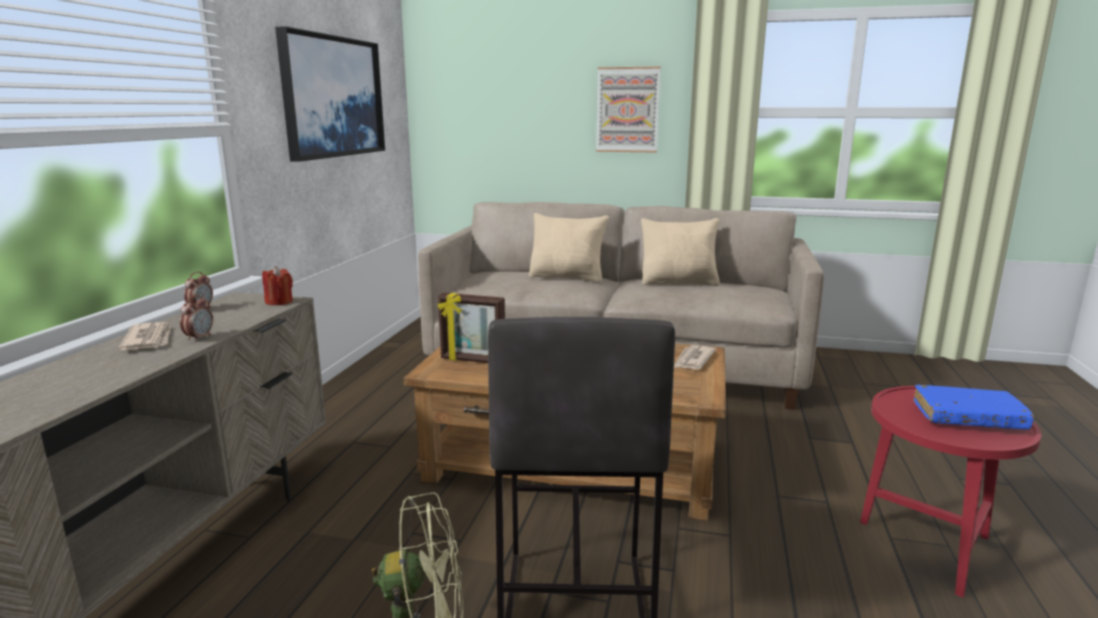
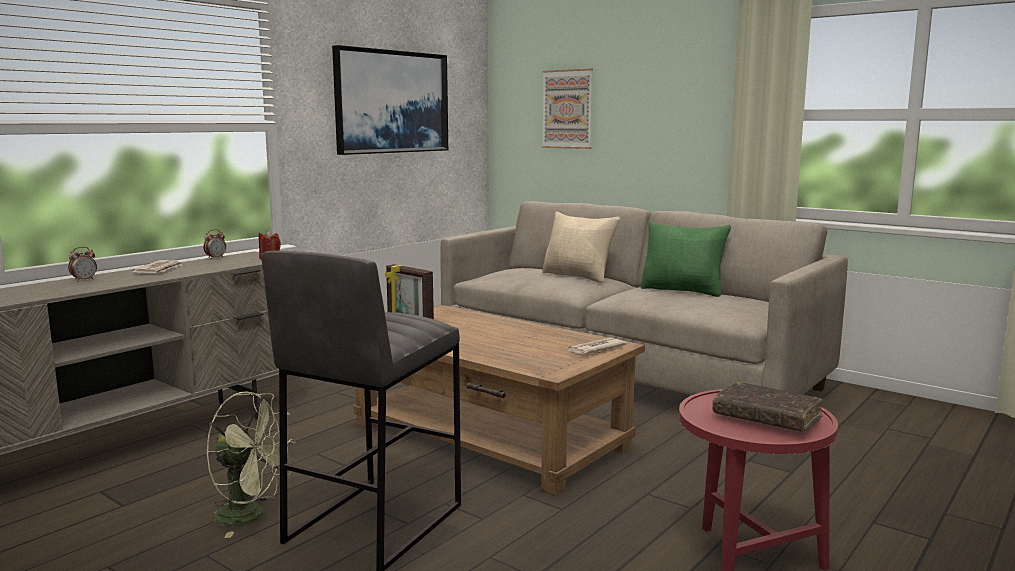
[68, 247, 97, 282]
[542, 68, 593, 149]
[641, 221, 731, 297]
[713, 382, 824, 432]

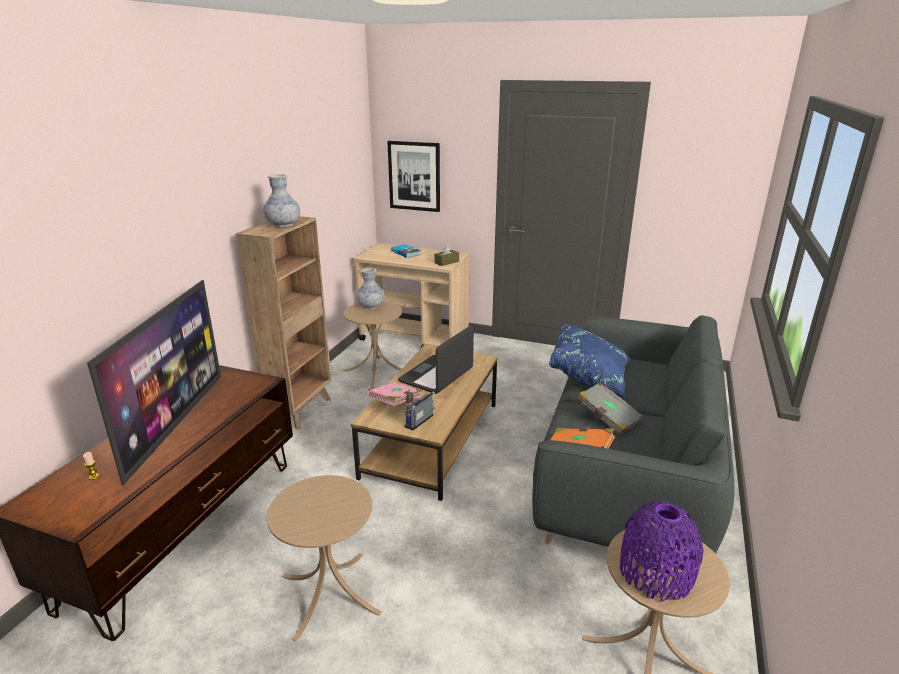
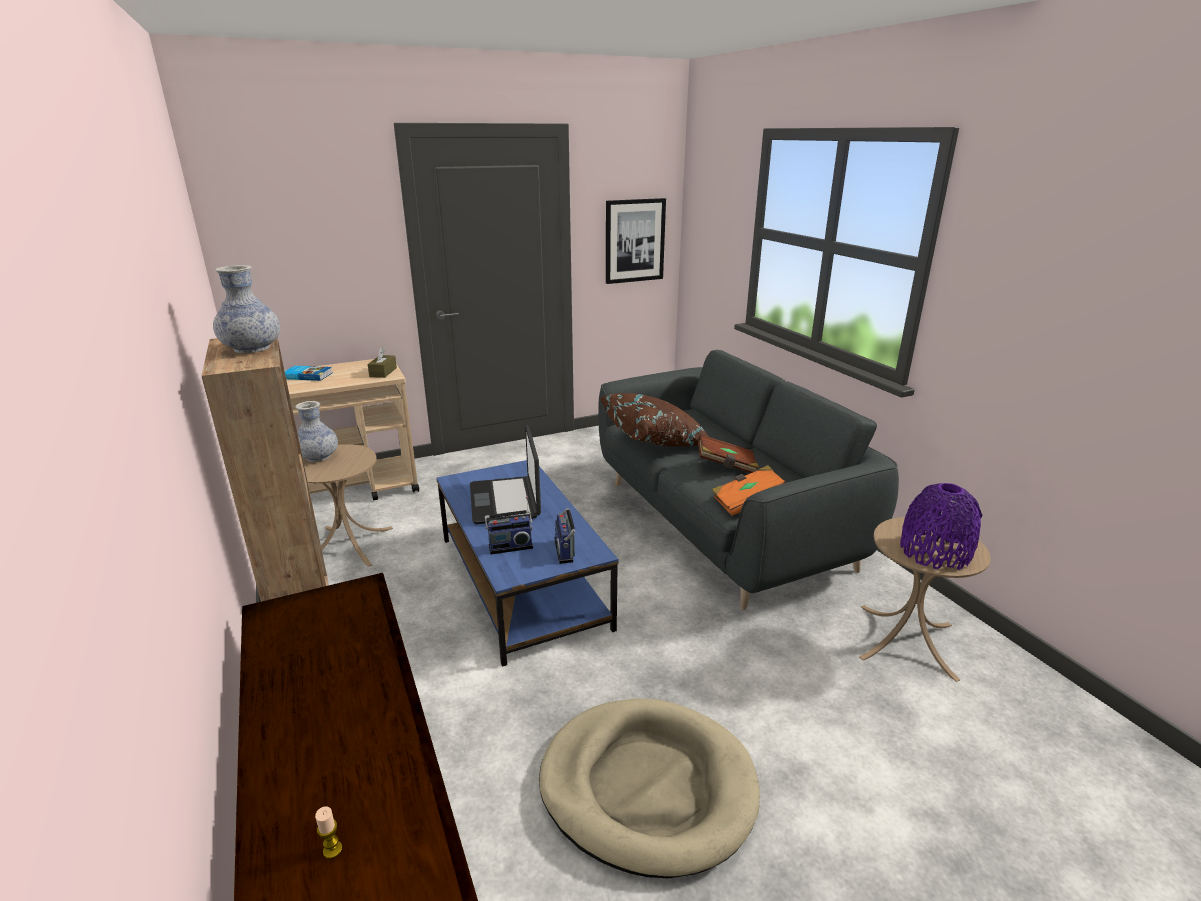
[87, 280, 221, 485] (first image)
[539, 699, 760, 878]
[436, 460, 619, 667]
[485, 496, 533, 555]
[606, 198, 666, 284]
[600, 393, 709, 447]
[698, 434, 759, 473]

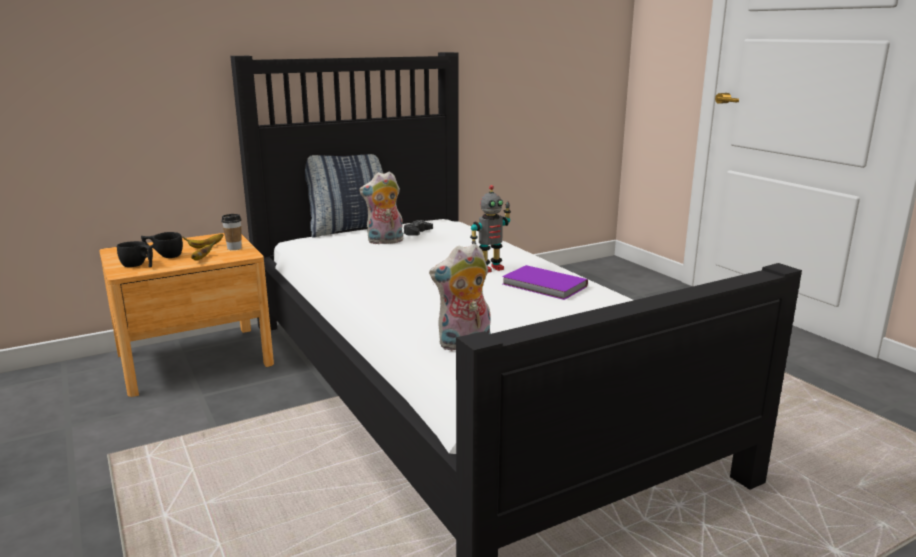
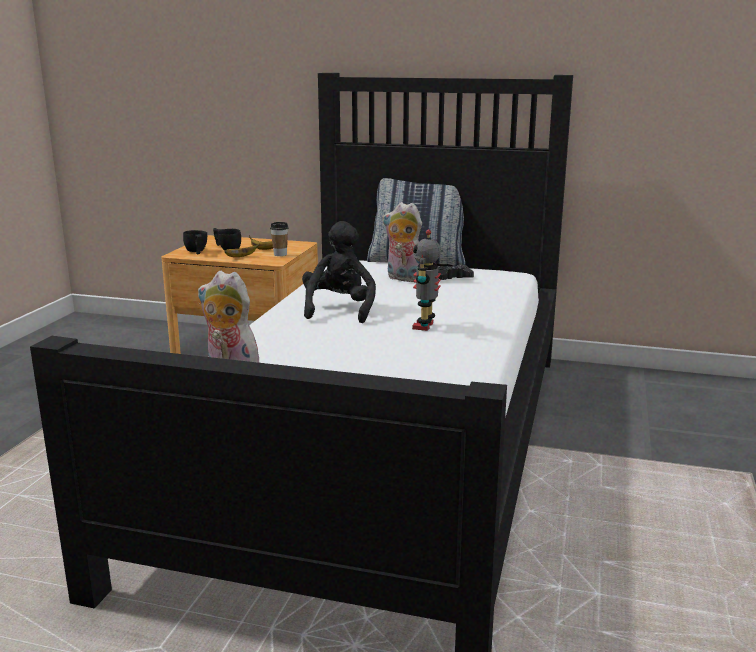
[412, 229, 441, 331]
[502, 265, 588, 300] (first image)
[302, 221, 376, 323]

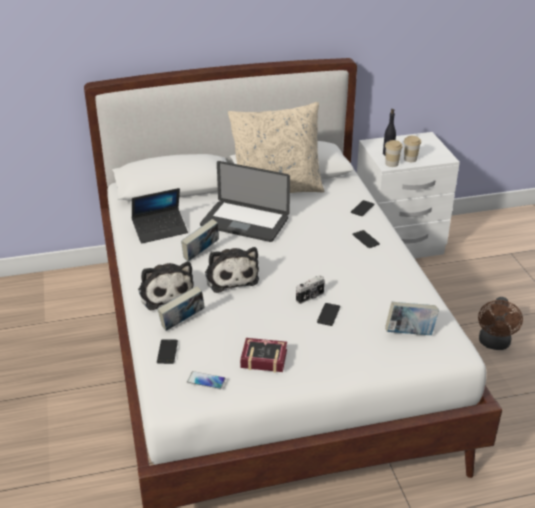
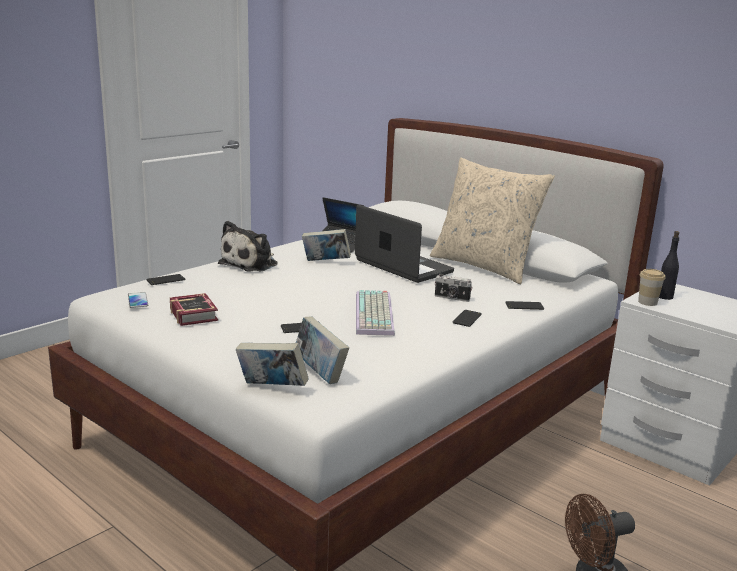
[236, 343, 309, 386]
[355, 205, 454, 283]
[205, 247, 259, 293] (first image)
[435, 274, 472, 302]
[404, 136, 421, 162] (first image)
[356, 290, 395, 336]

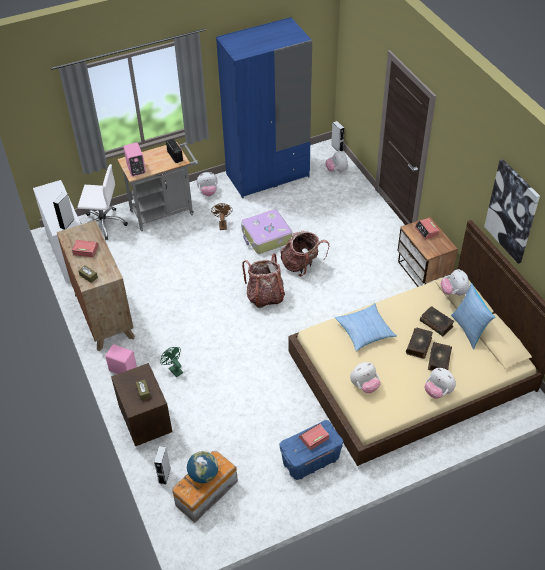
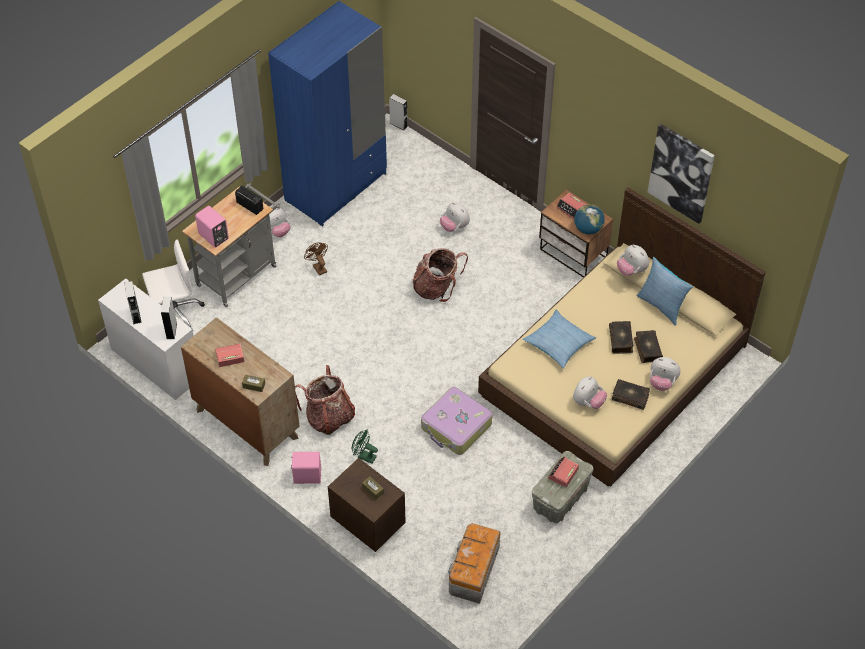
[124, 281, 142, 324]
[574, 204, 605, 235]
[421, 387, 492, 455]
[295, 365, 355, 435]
[532, 451, 594, 523]
[440, 202, 470, 232]
[612, 379, 650, 410]

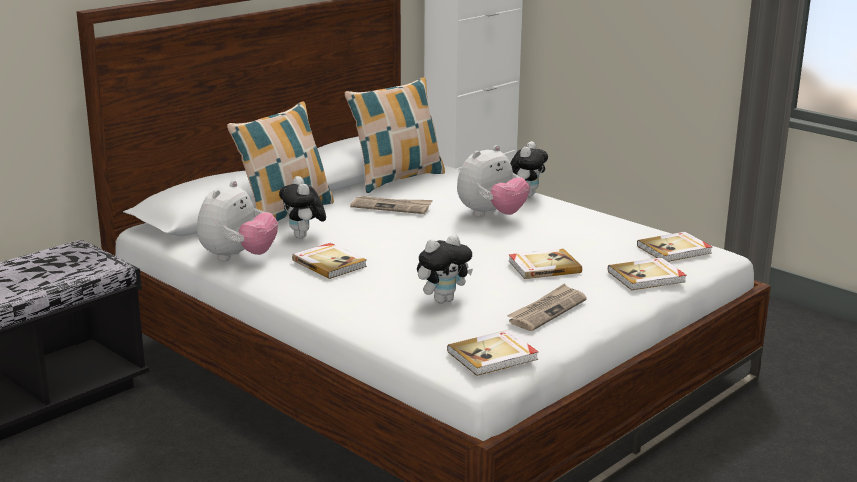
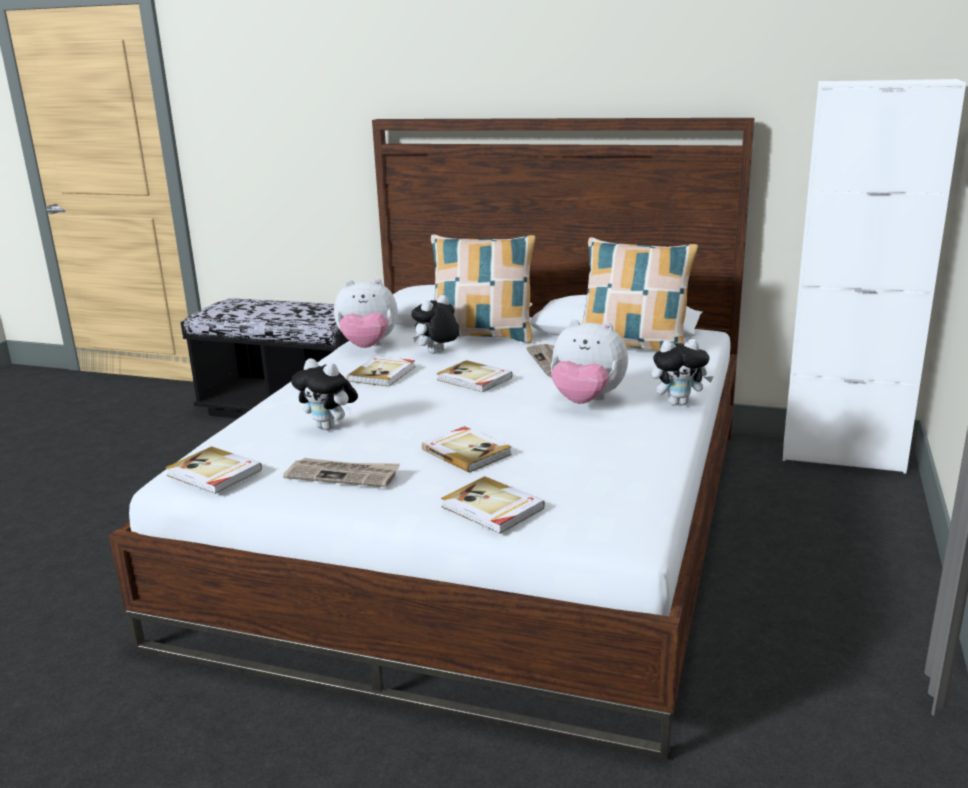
[436, 360, 513, 393]

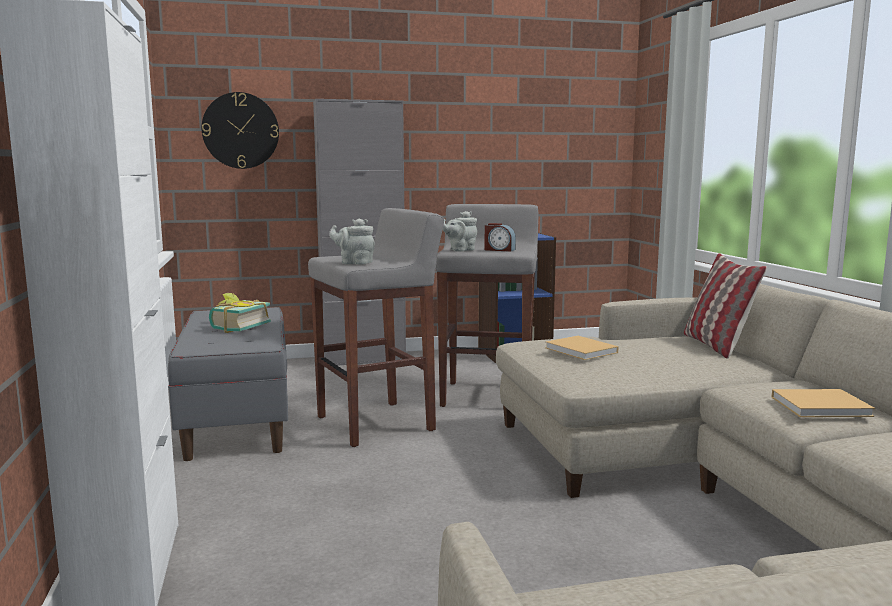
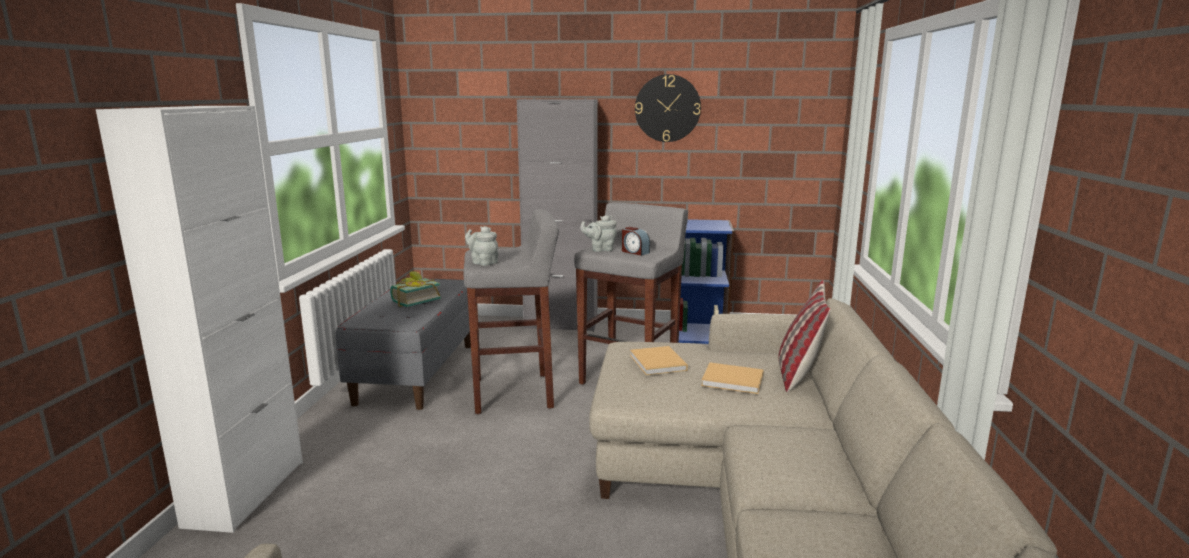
[635, 74, 701, 142]
[701, 363, 764, 394]

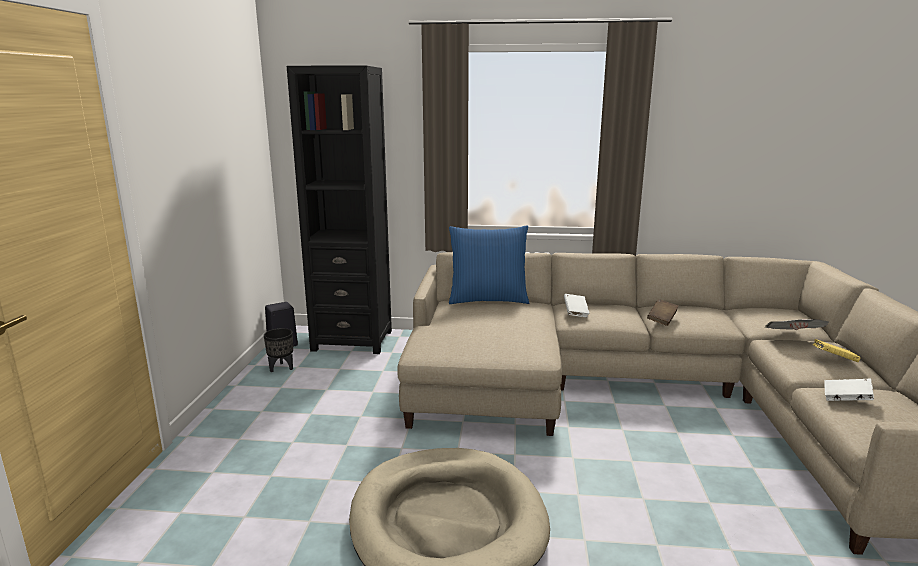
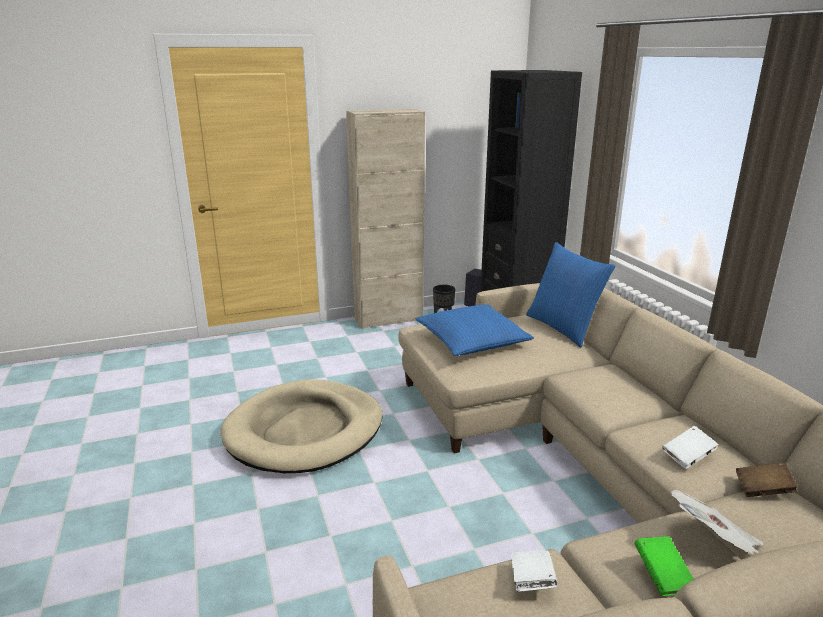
[662, 426, 718, 469]
[736, 462, 798, 497]
[634, 536, 694, 596]
[346, 109, 425, 329]
[415, 305, 534, 356]

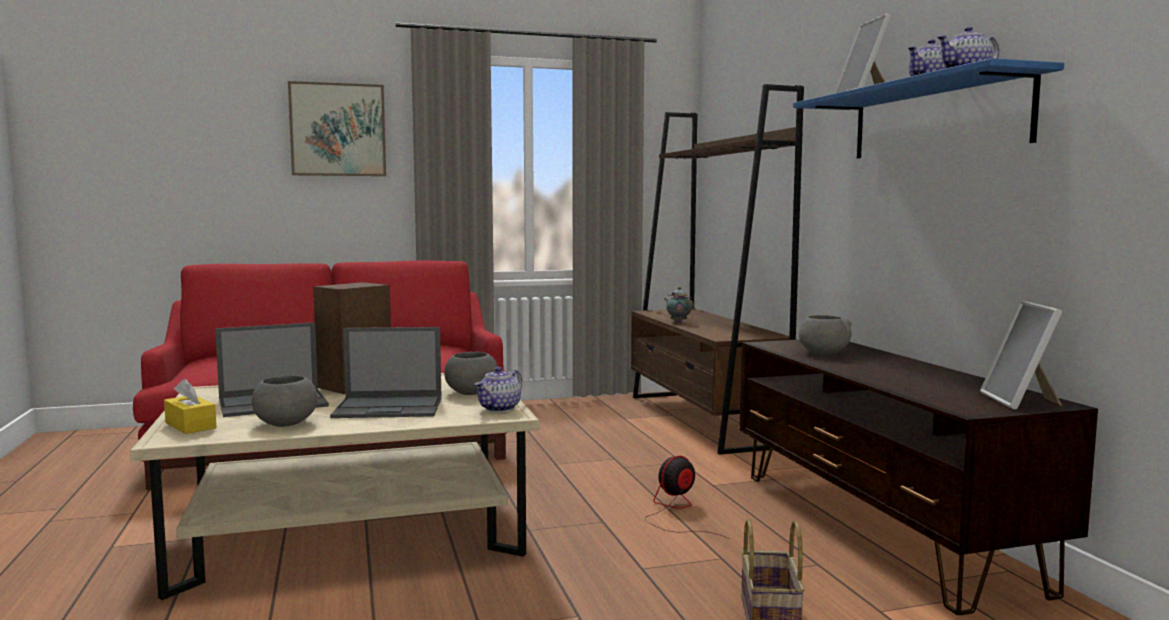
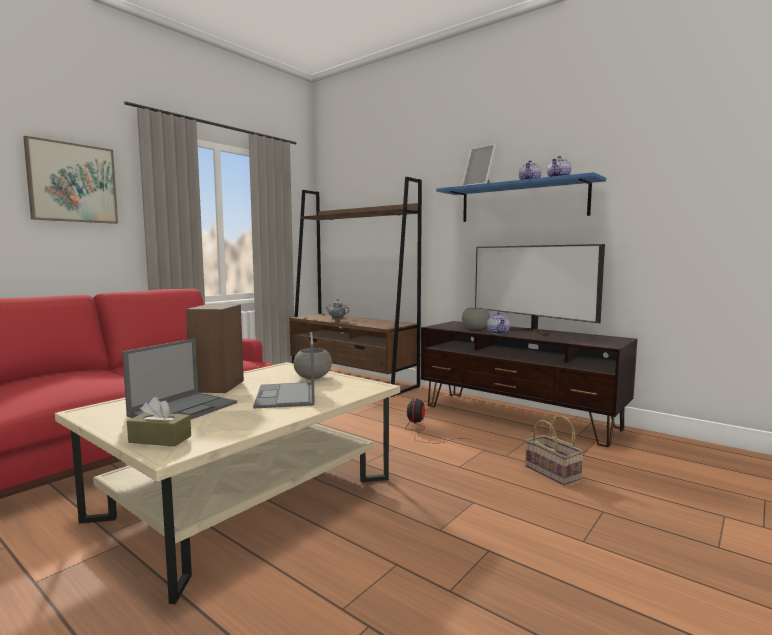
[127, 397, 191, 446]
[252, 375, 318, 427] (first image)
[253, 332, 315, 408]
[487, 312, 510, 334]
[980, 301, 1062, 410] (first image)
[475, 244, 605, 336]

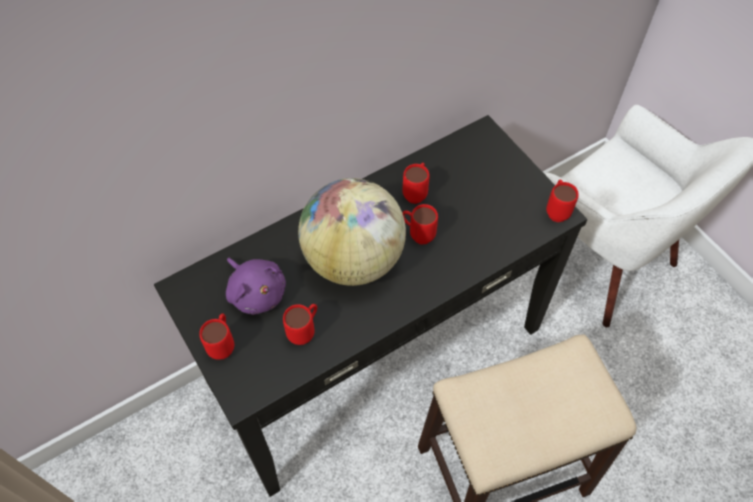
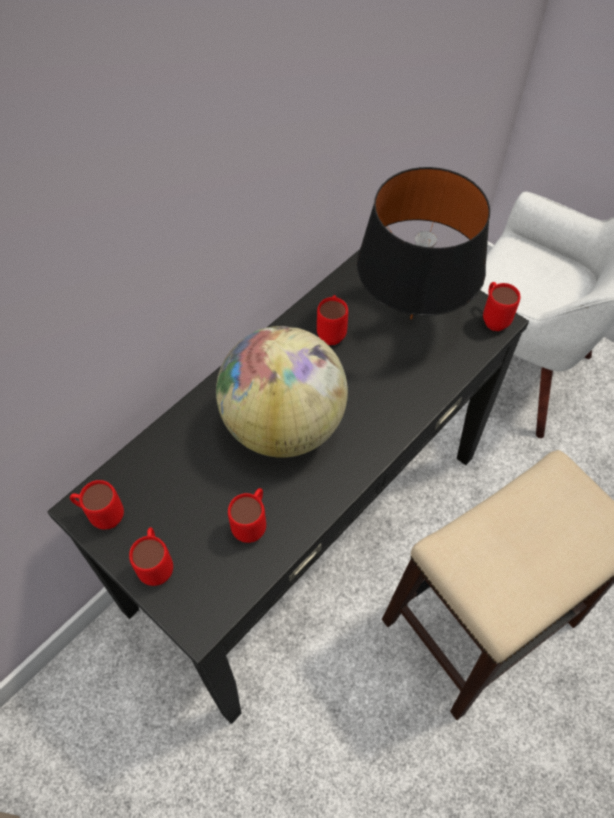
[226, 257, 286, 315] (first image)
[70, 480, 124, 530]
[357, 167, 490, 319]

